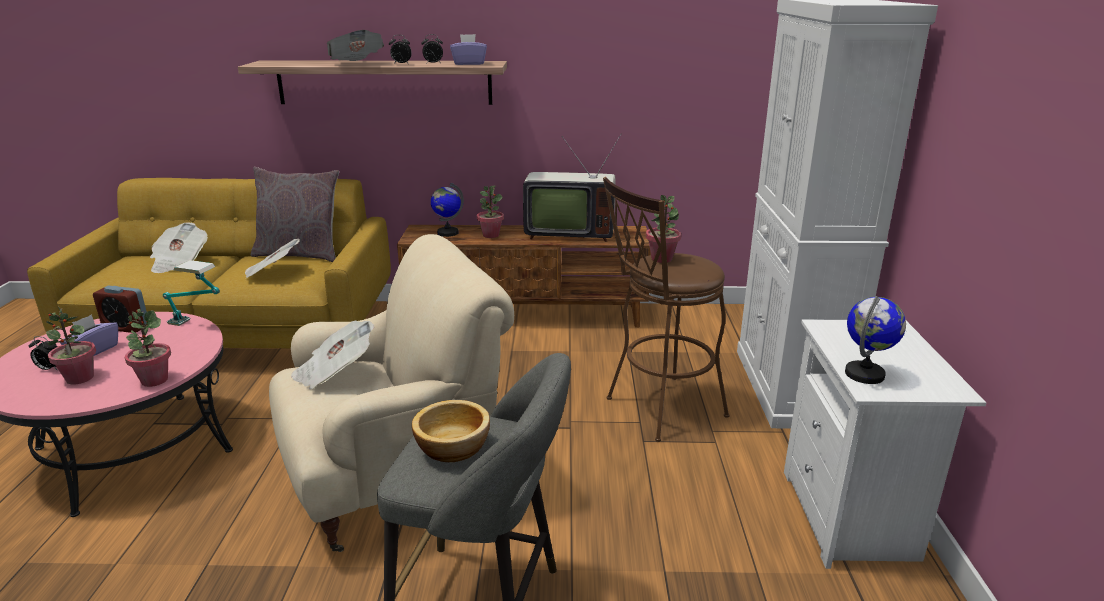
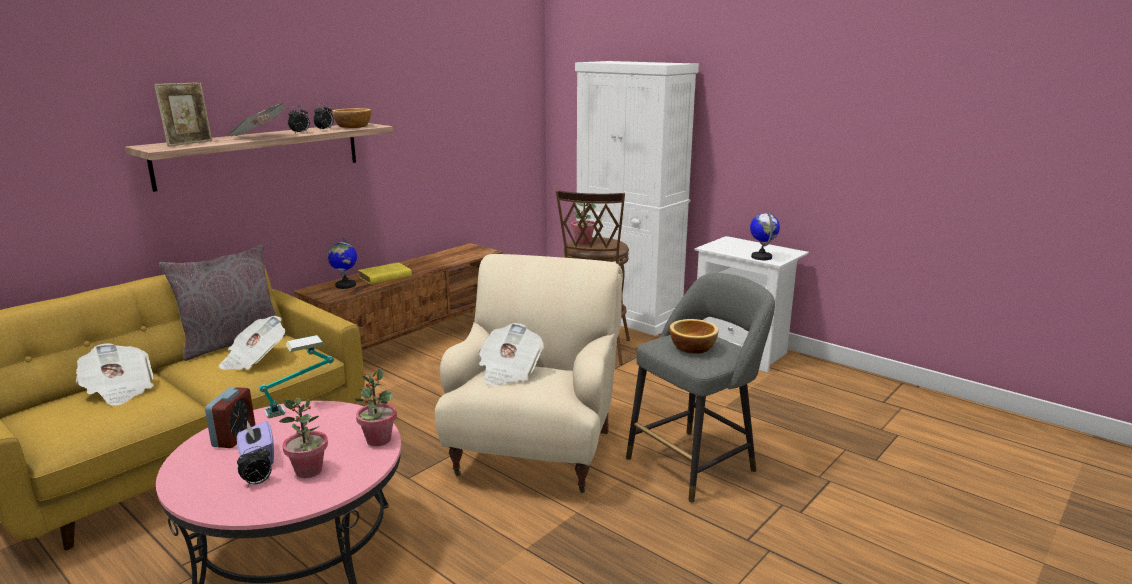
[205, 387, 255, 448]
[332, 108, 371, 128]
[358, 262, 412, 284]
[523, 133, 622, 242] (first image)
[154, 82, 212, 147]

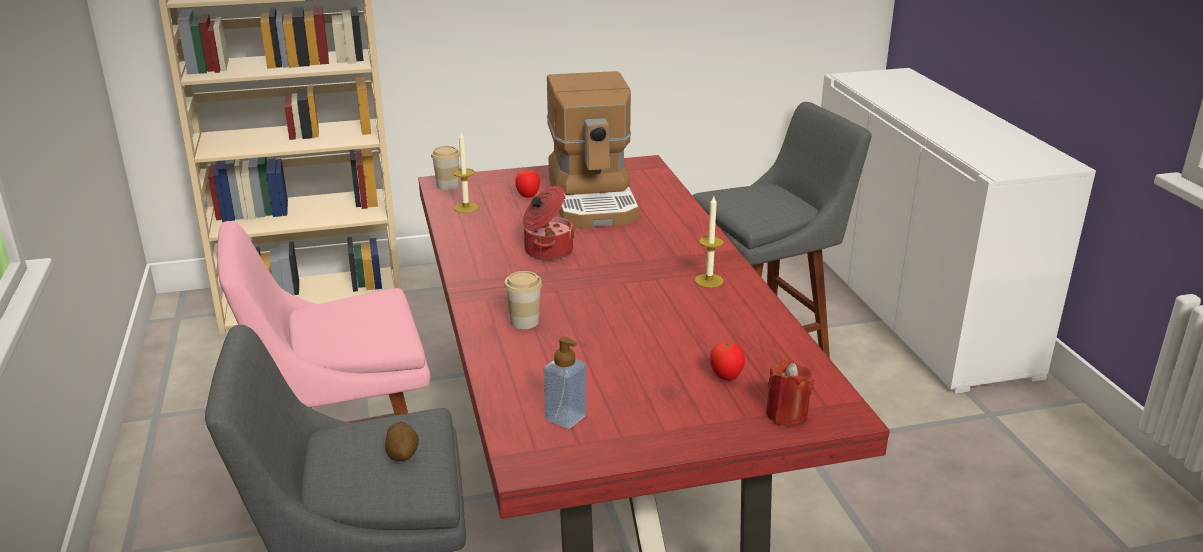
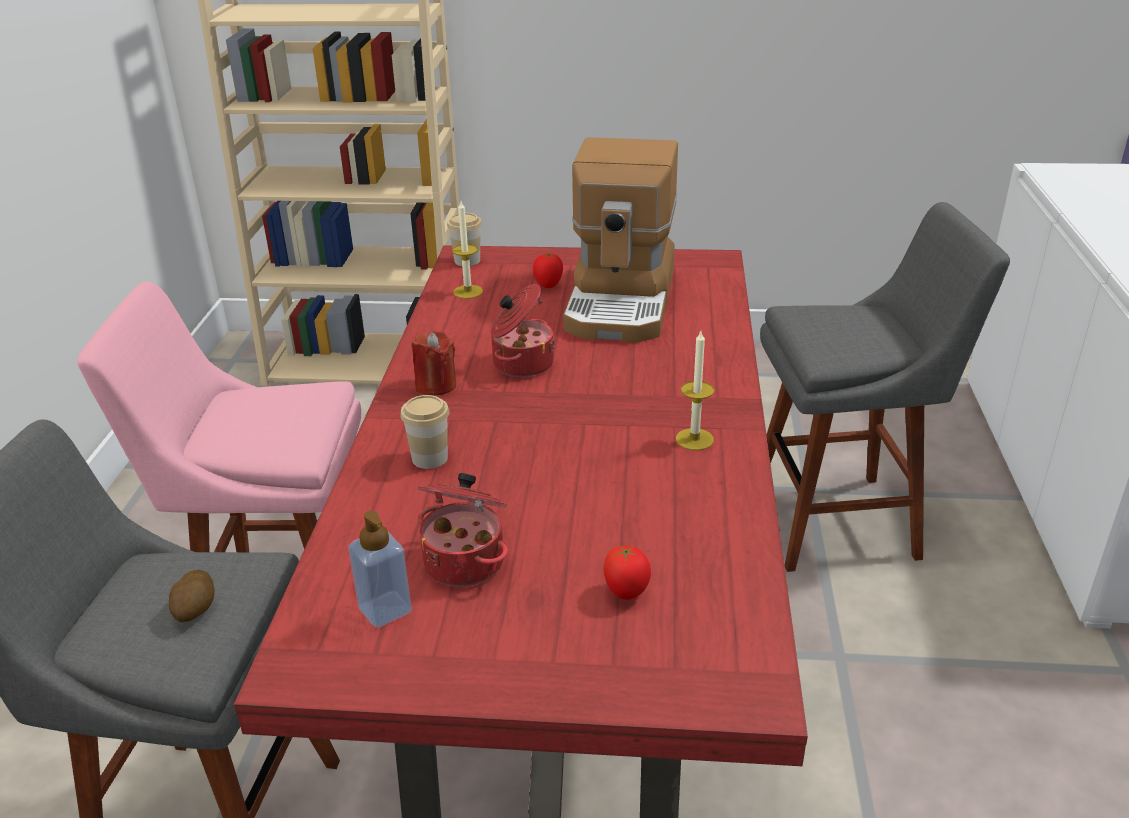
[412, 331, 456, 395]
[418, 473, 508, 587]

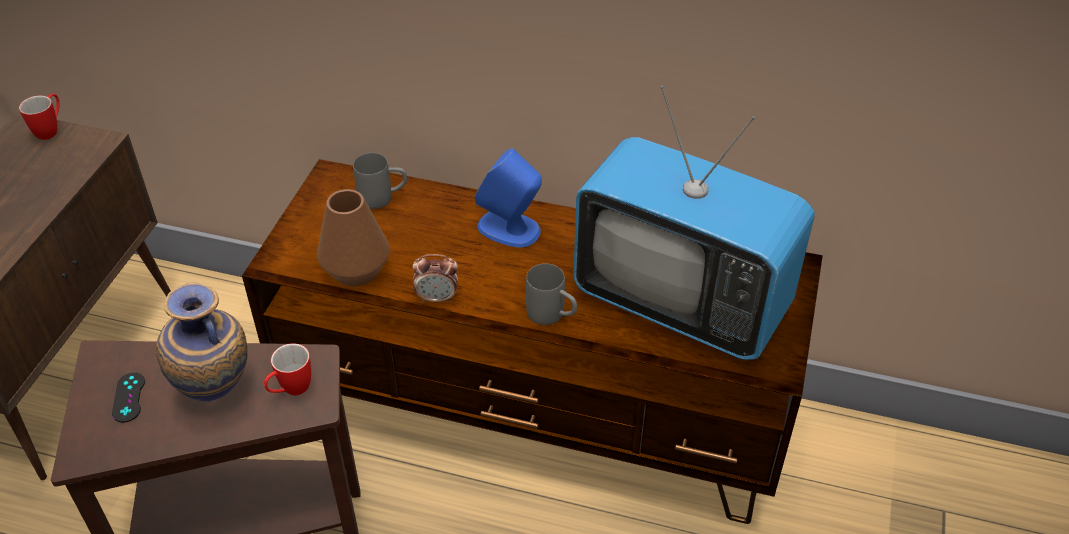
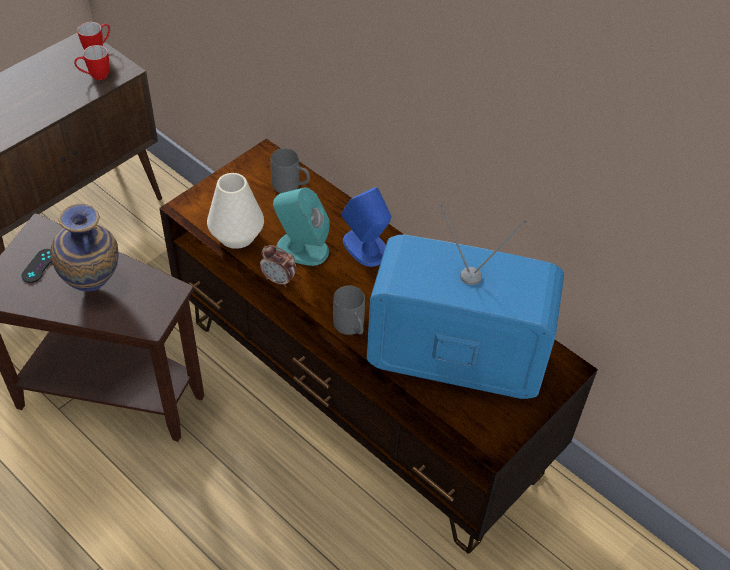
[74, 45, 109, 80]
[207, 173, 264, 249]
[367, 204, 564, 399]
[273, 187, 329, 266]

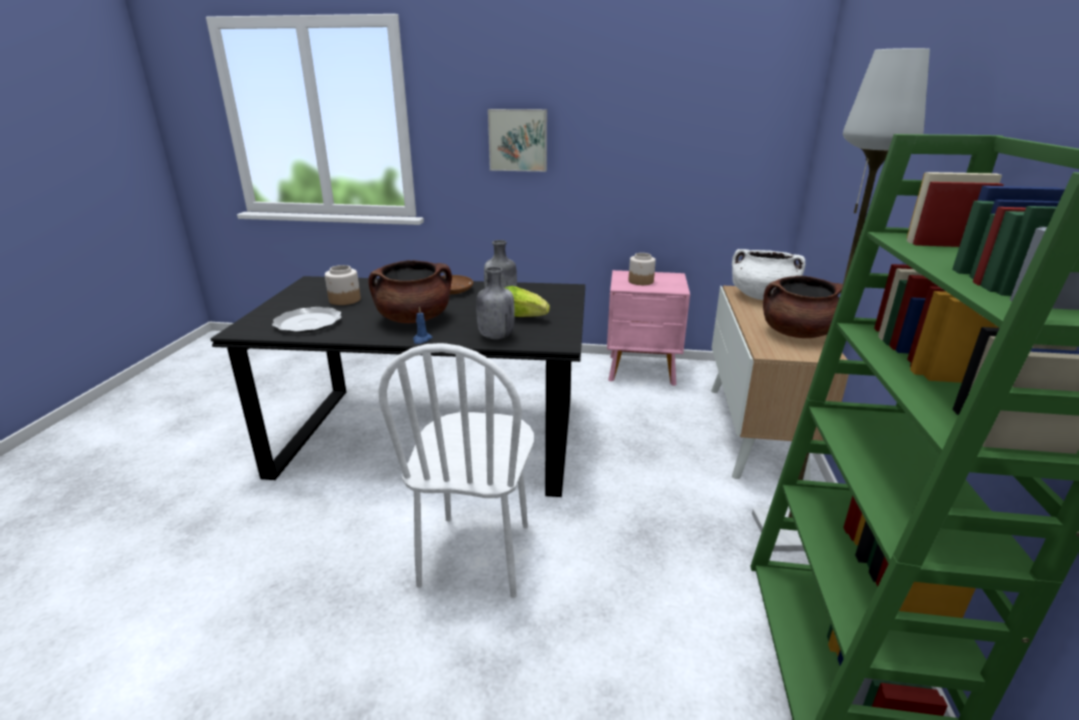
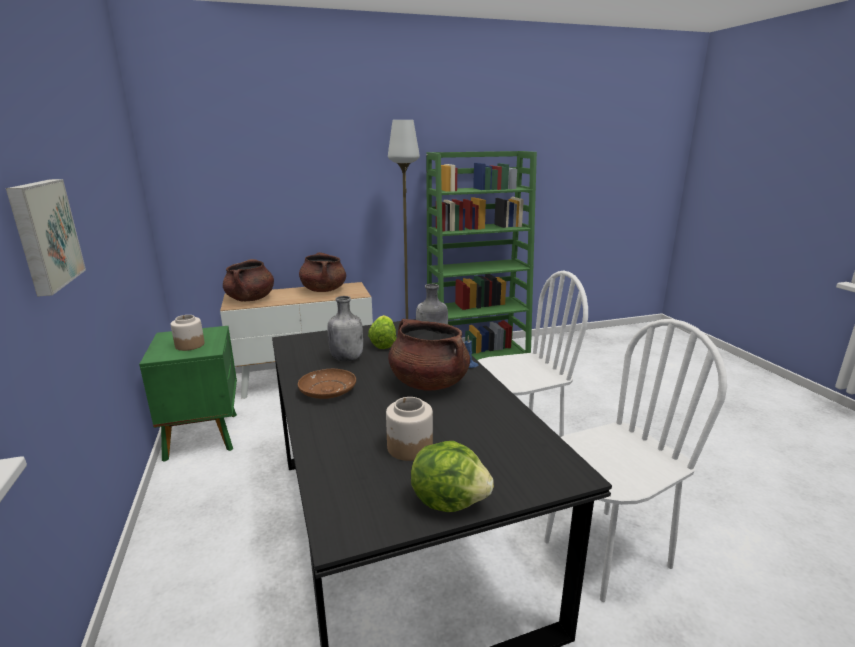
[272, 307, 342, 333] (first image)
[139, 326, 237, 462]
[223, 259, 274, 302]
[411, 441, 494, 512]
[544, 319, 727, 602]

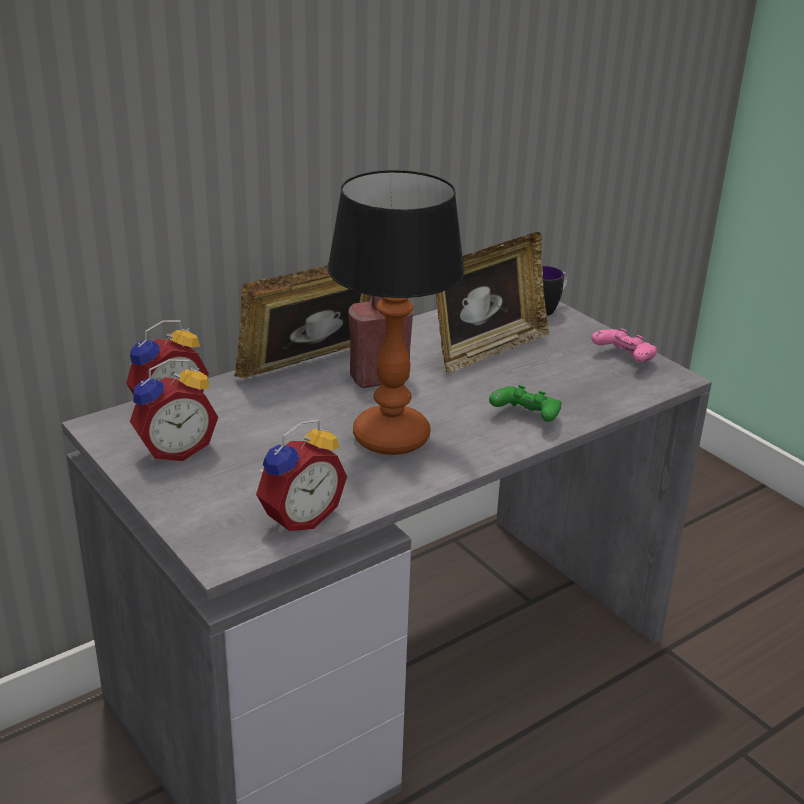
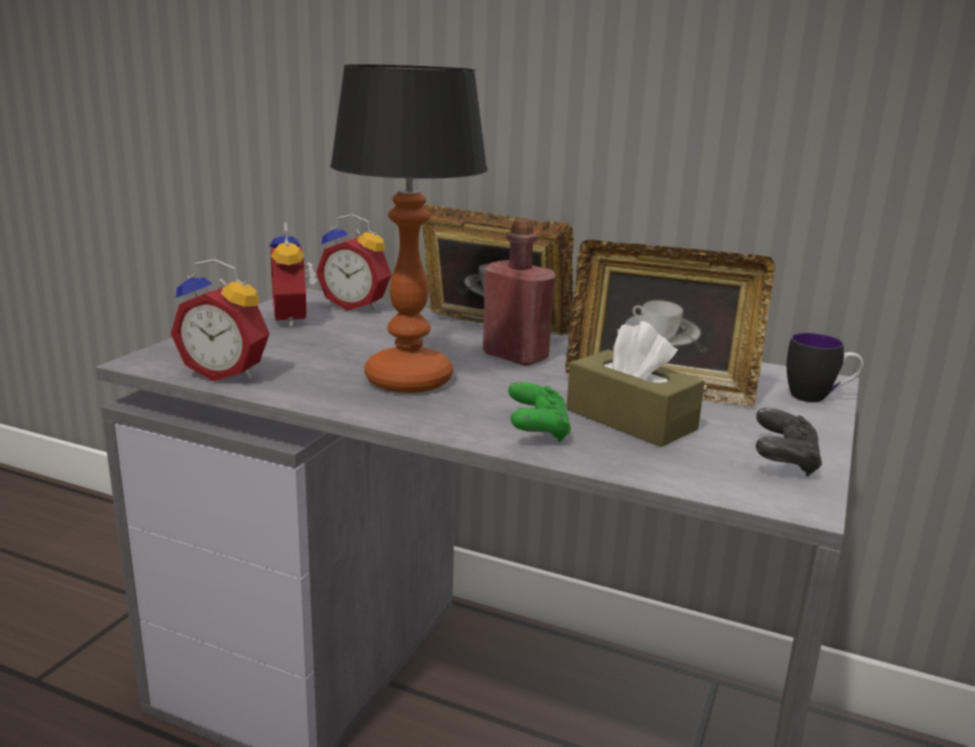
[269, 222, 317, 327]
[756, 408, 822, 477]
[567, 321, 704, 447]

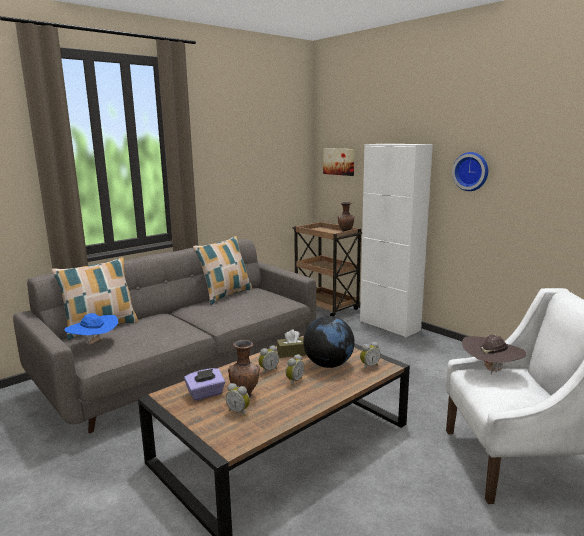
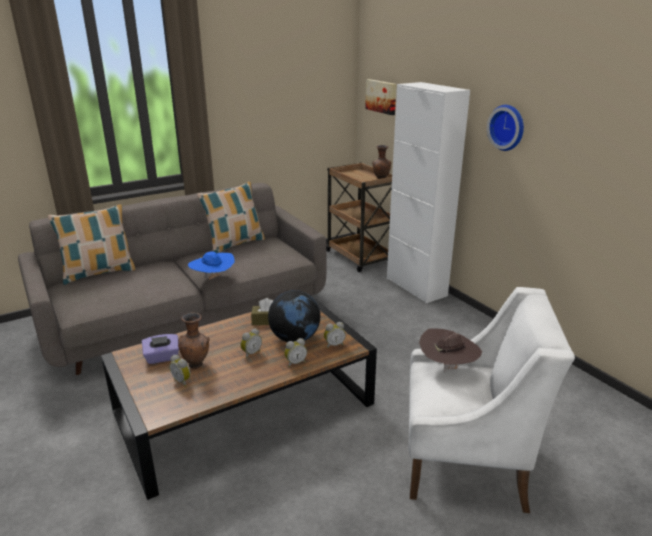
[188, 251, 235, 280]
[284, 338, 307, 367]

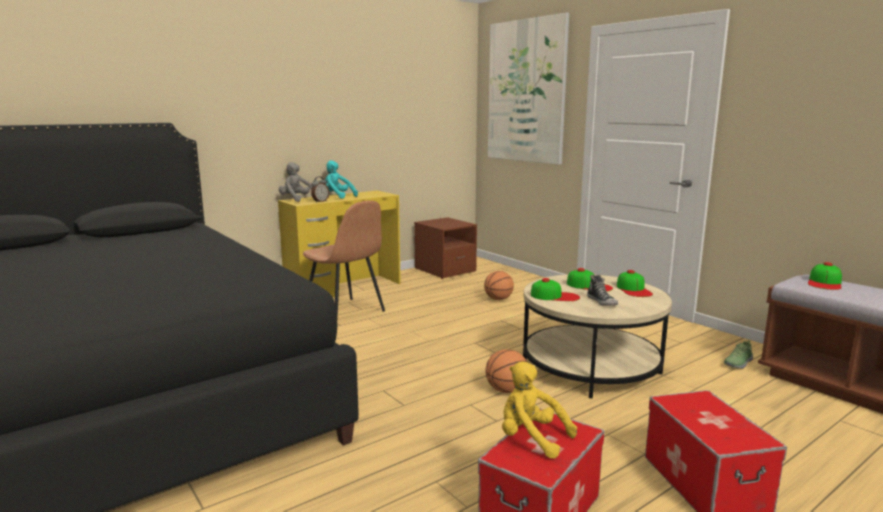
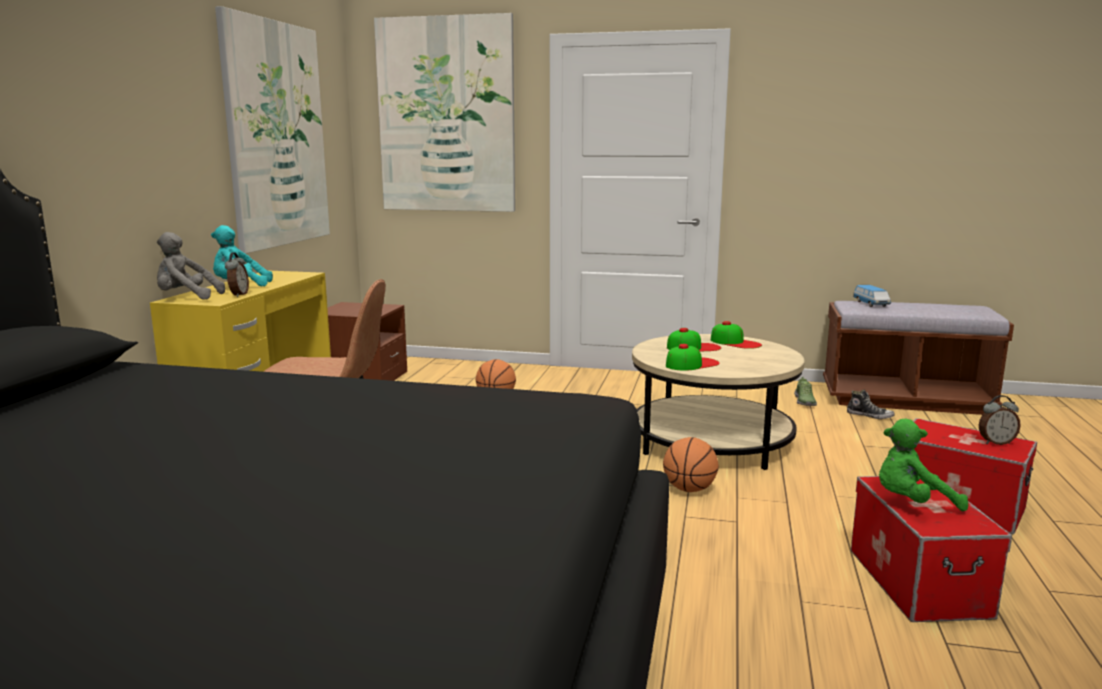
[879, 419, 968, 511]
[847, 389, 895, 419]
[853, 285, 891, 307]
[215, 6, 330, 254]
[979, 395, 1021, 445]

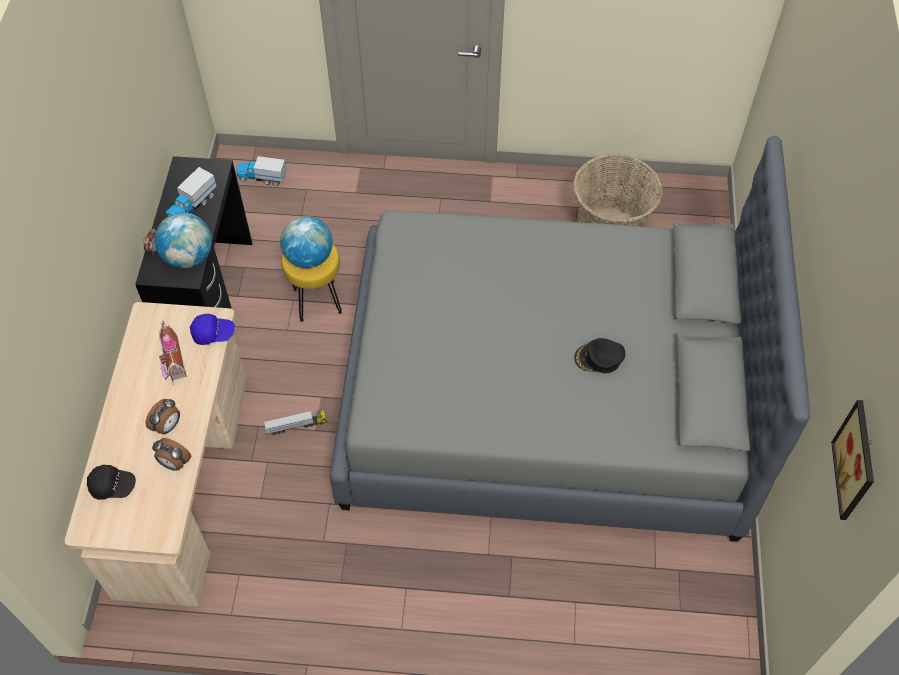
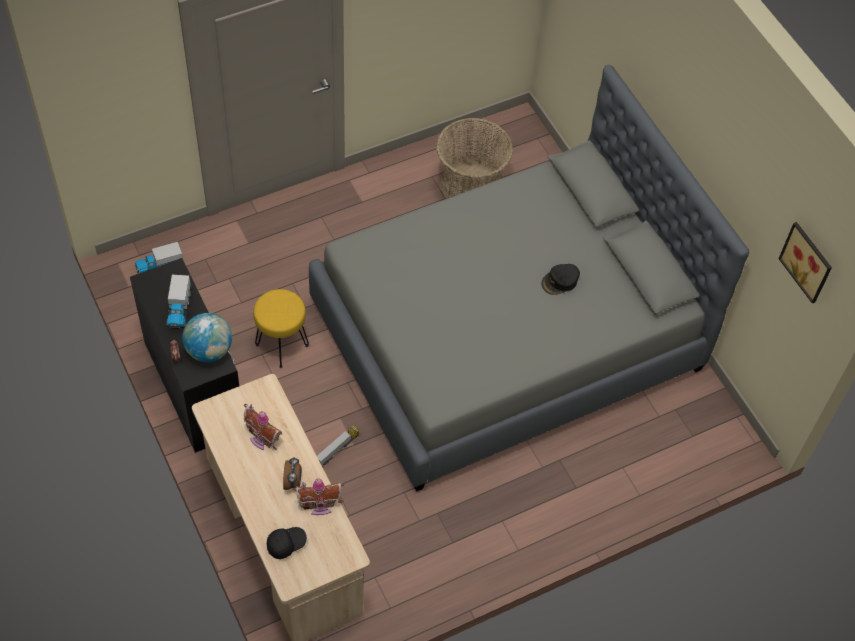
[292, 478, 344, 515]
[190, 314, 235, 345] (first image)
[280, 216, 333, 268] (first image)

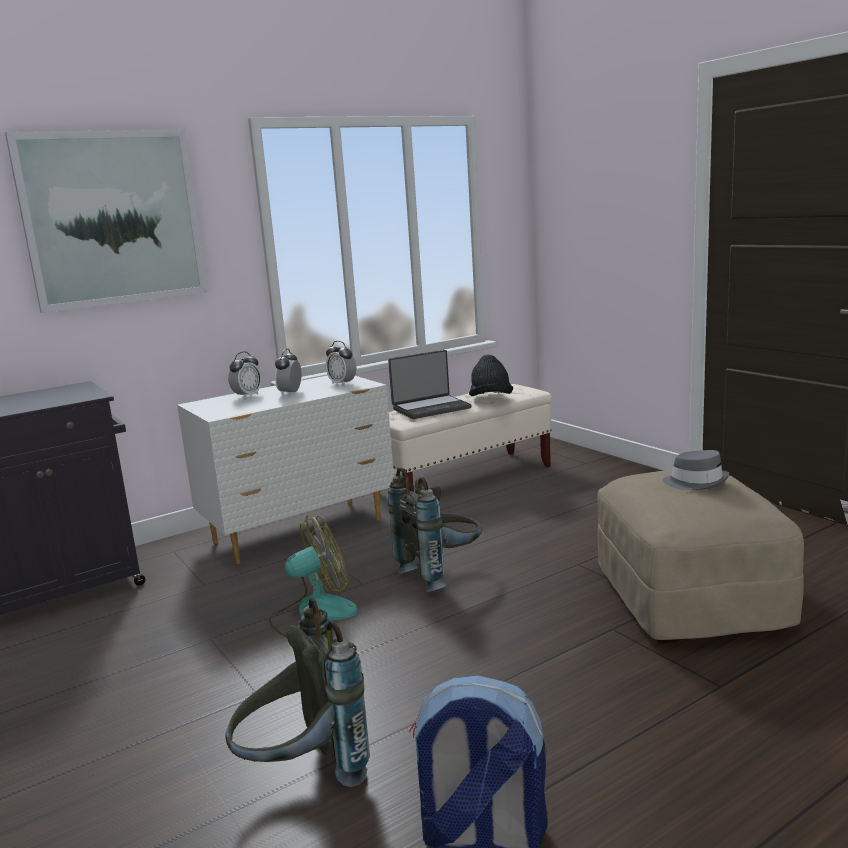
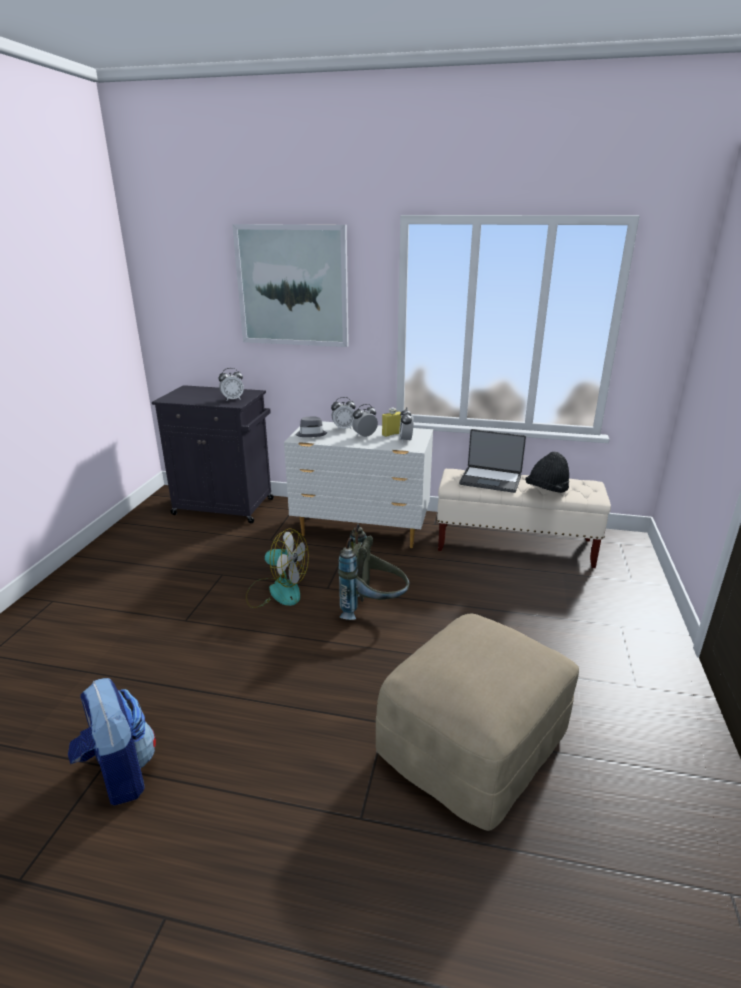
[225, 597, 370, 787] (first image)
[296, 416, 327, 437]
[218, 368, 244, 401]
[382, 408, 401, 437]

